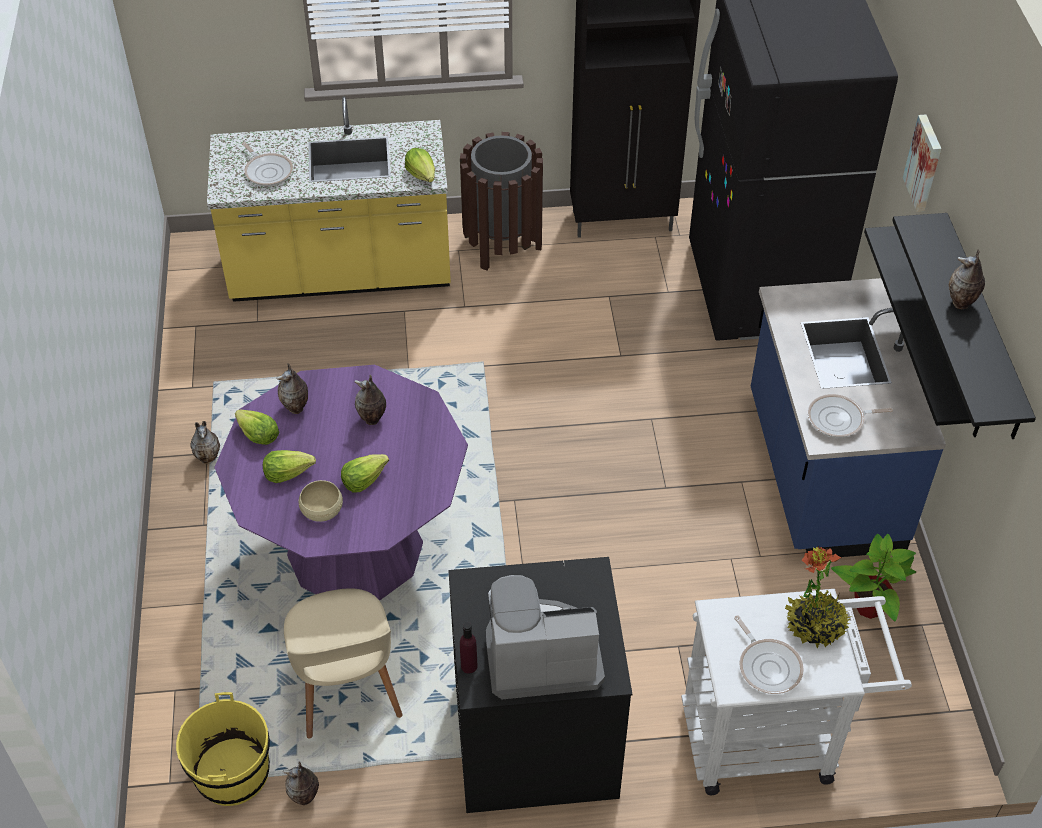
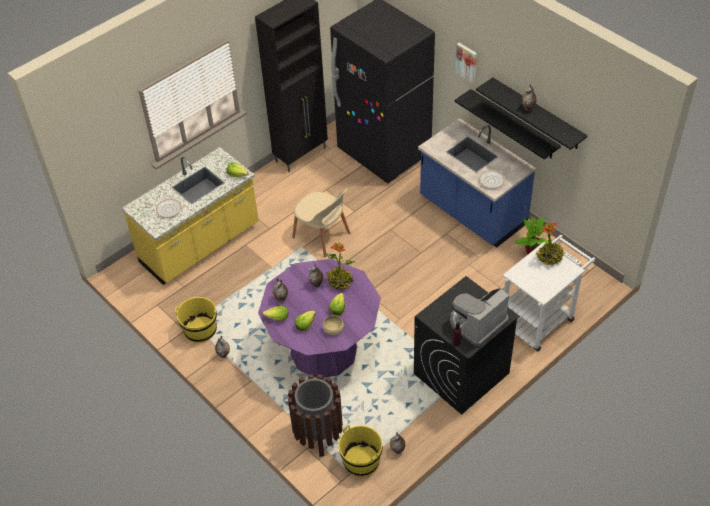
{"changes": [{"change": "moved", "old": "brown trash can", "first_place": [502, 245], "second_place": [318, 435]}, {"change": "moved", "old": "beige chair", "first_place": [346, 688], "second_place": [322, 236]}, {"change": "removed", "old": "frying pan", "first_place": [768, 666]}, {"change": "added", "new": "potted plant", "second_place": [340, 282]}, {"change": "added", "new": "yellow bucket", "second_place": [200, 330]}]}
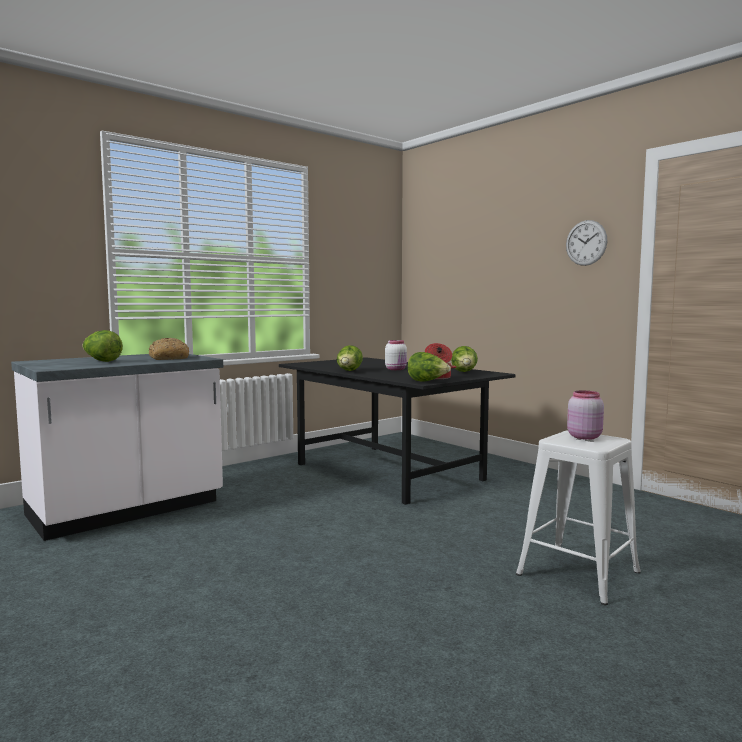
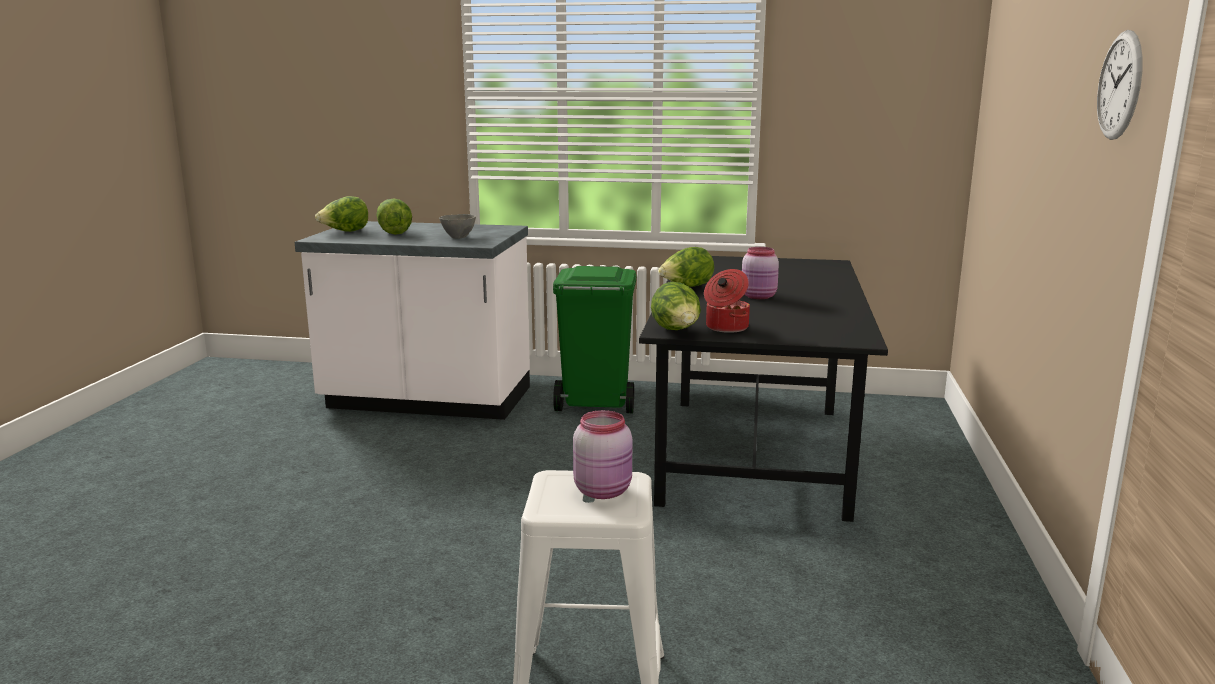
{"changes": [{"change": "replaced", "old": "bread", "new": "grey bowl", "first_place": [168, 358], "second_place": [458, 237]}, {"change": "recoloured", "old": "white jar", "new": "pink jar", "first_place": [396, 369], "second_place": [759, 297]}, {"change": "moved", "old": "lettuce", "first_place": [464, 372], "second_place": [345, 232]}, {"change": "added", "new": "green trash can", "second_place": [595, 404]}]}
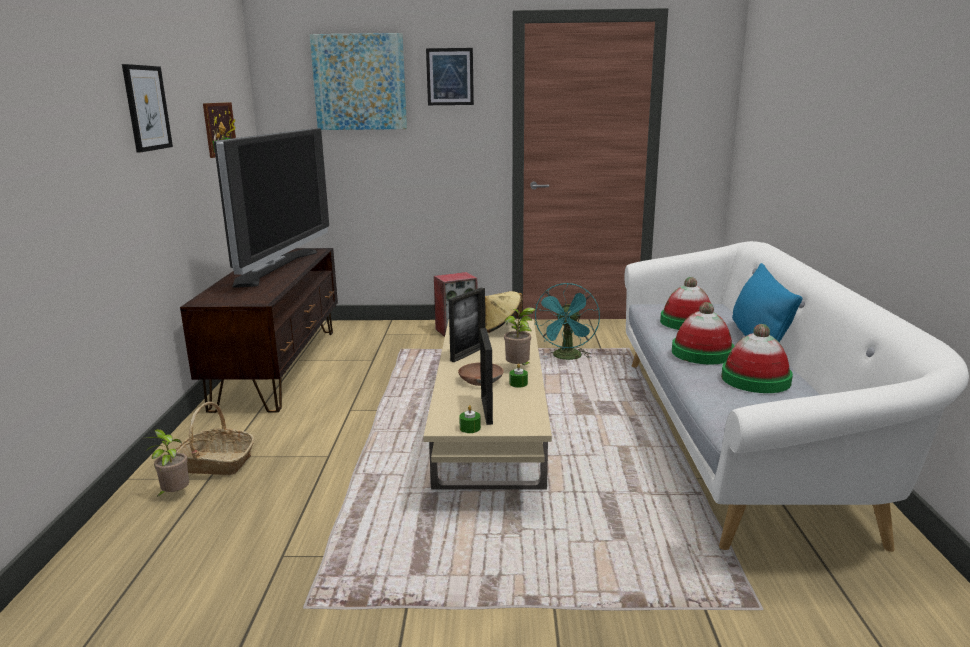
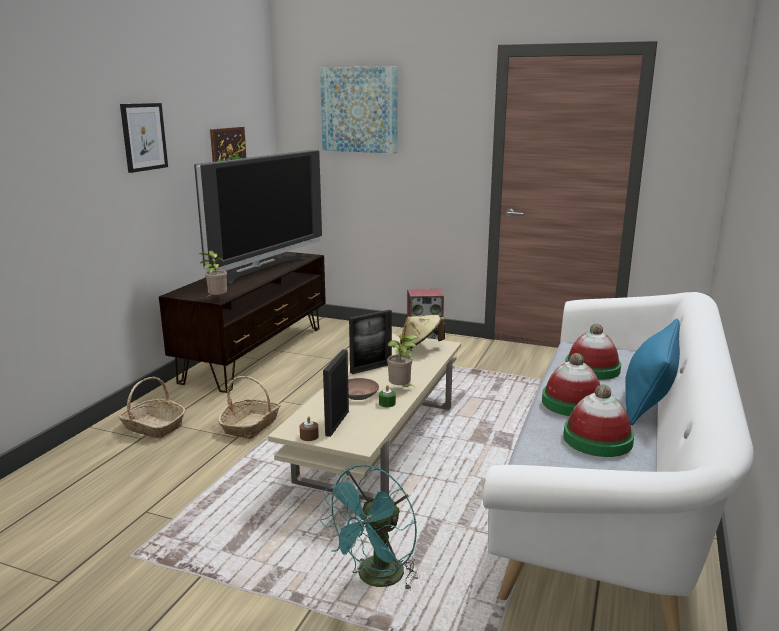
{"changes": [{"change": "removed", "old": "picture", "first_place": [450, 77]}, {"change": "moved", "old": "turquoise fan", "first_place": [567, 358], "second_place": [375, 579]}, {"change": "recoloured", "old": "green candle", "new": "brown candle", "first_place": [470, 428], "second_place": [309, 436]}, {"change": "moved", "old": "potted plant", "first_place": [174, 495], "second_place": [216, 299]}, {"change": "added", "new": "basket", "second_place": [251, 425]}]}
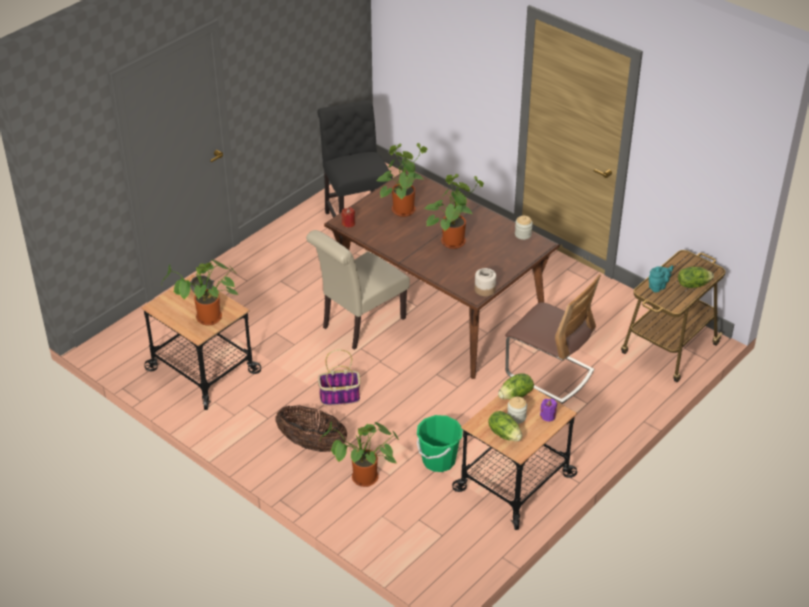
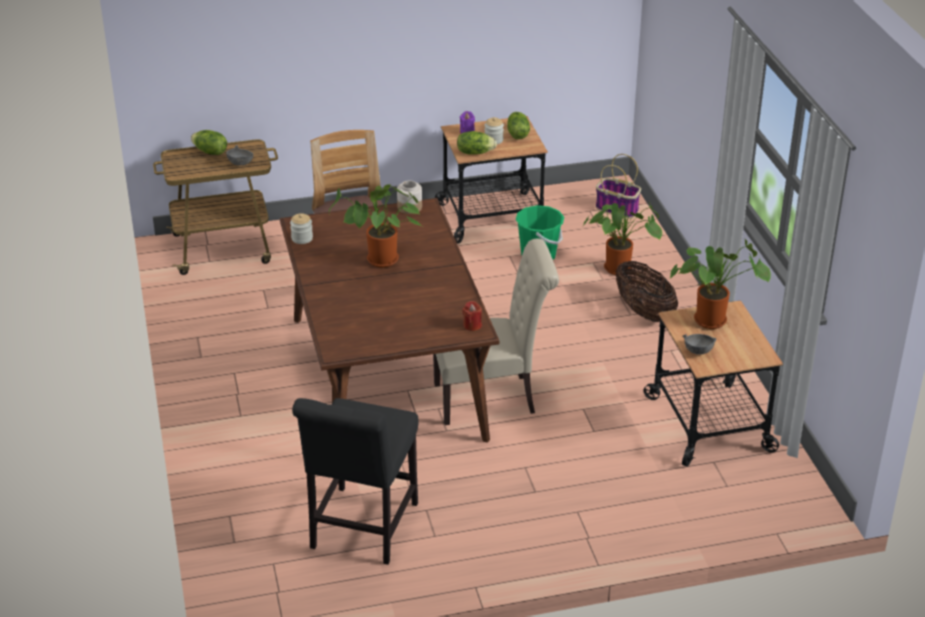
{"changes": [{"change": "removed", "old": "potted plant", "first_place": [402, 209]}, {"change": "replaced", "old": "turquoise teapot", "new": "grey bowl", "first_place": [658, 286], "second_place": [241, 163]}, {"change": "moved", "old": "basket", "first_place": [339, 397], "second_place": [618, 209]}]}
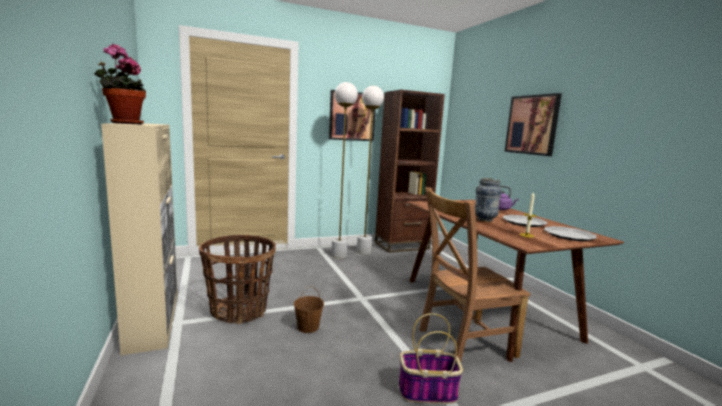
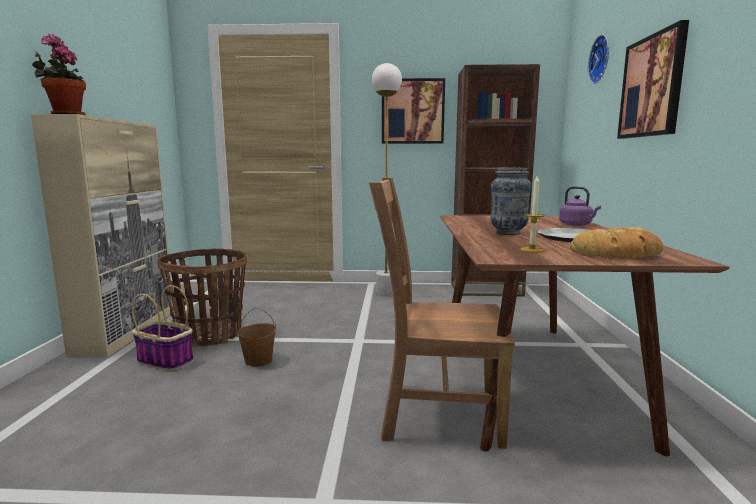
{"changes": [{"change": "removed", "old": "white floor lamp", "first_place": [364, 251]}, {"change": "replaced", "old": "plate", "new": "bread", "first_place": [569, 235], "second_place": [618, 254]}, {"change": "moved", "old": "basket", "first_place": [427, 392], "second_place": [164, 361]}, {"change": "added", "new": "wall clock", "second_place": [601, 59]}]}
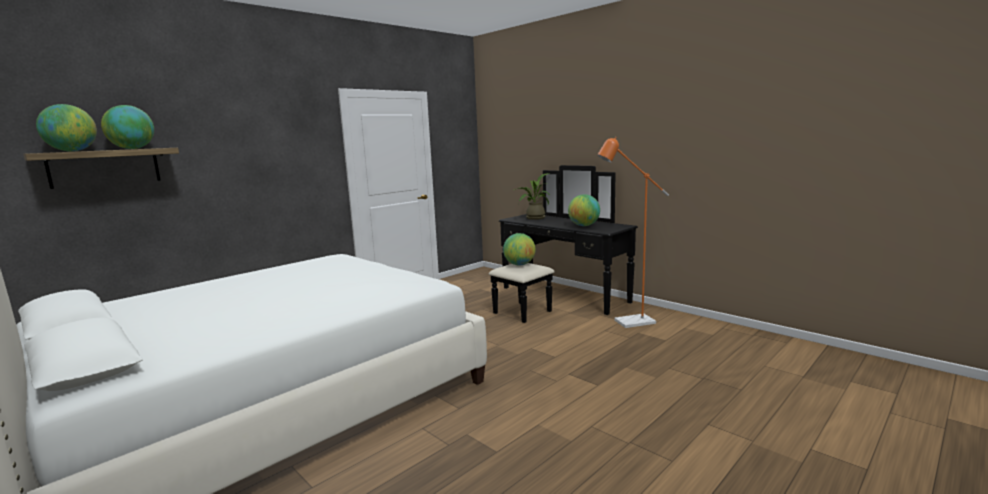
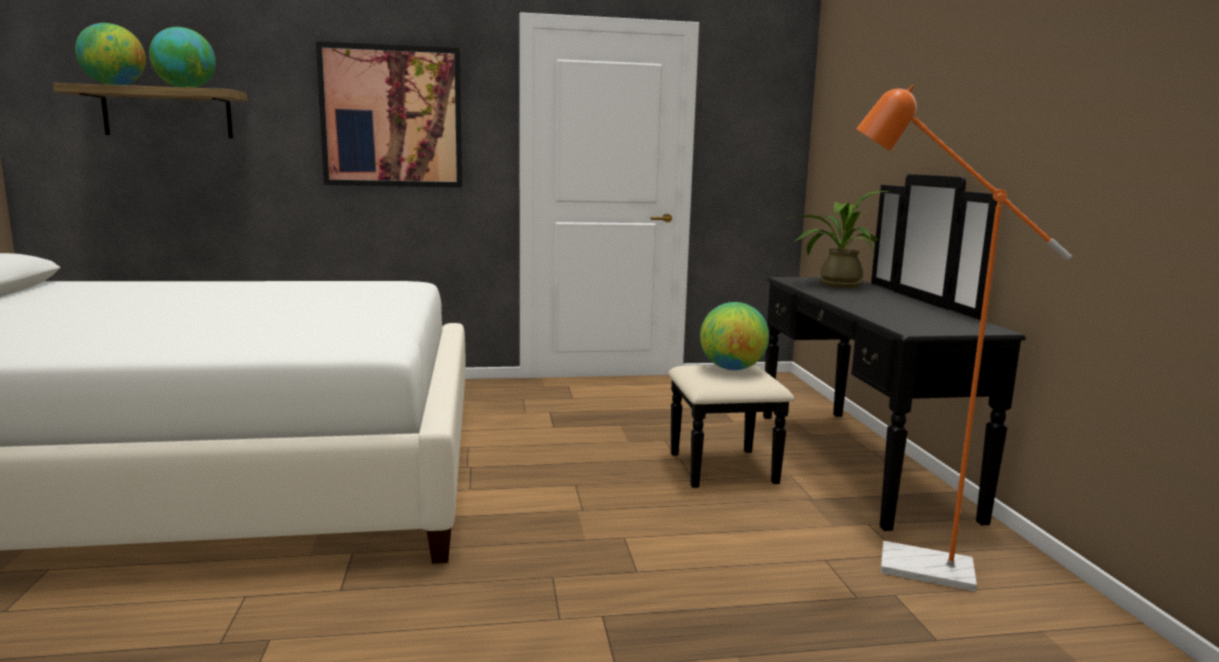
{"changes": [{"change": "removed", "old": "globe", "first_place": [584, 225]}, {"change": "added", "new": "picture", "second_place": [392, 117]}]}
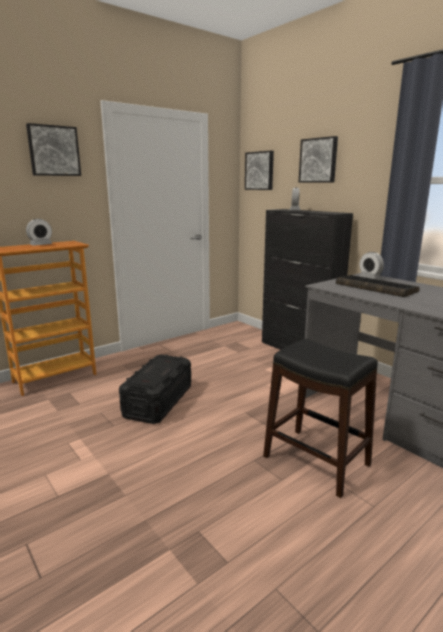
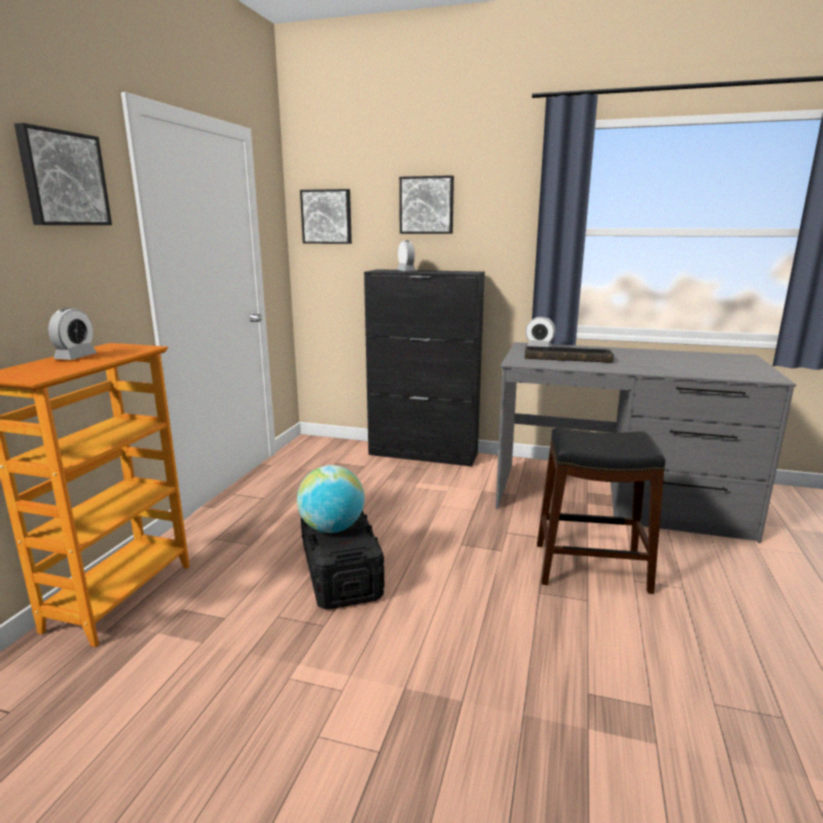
{"changes": [{"change": "added", "new": "globe", "second_place": [332, 528]}]}
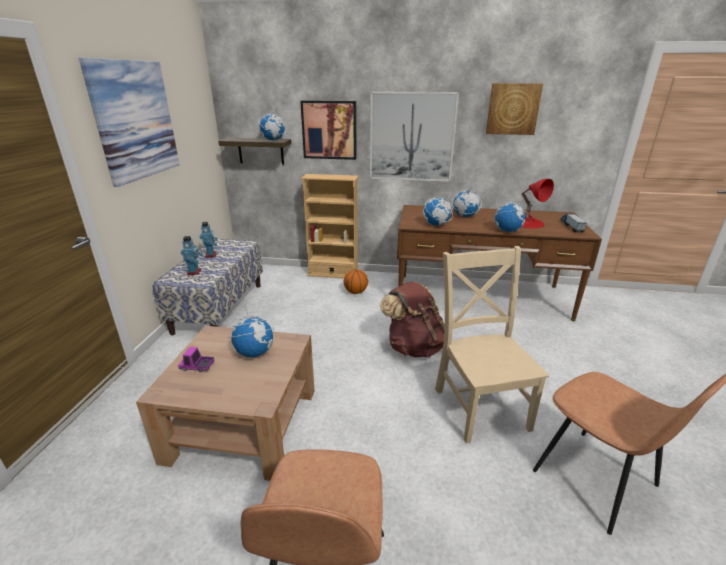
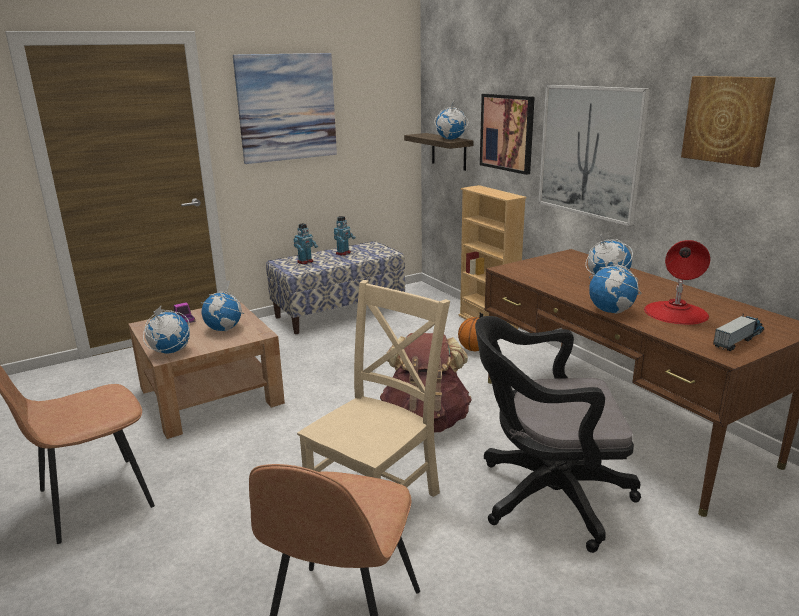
{"changes": [{"change": "moved", "old": "globe", "first_place": [436, 225], "second_place": [170, 352]}, {"change": "added", "new": "black office chair", "second_place": [545, 496]}]}
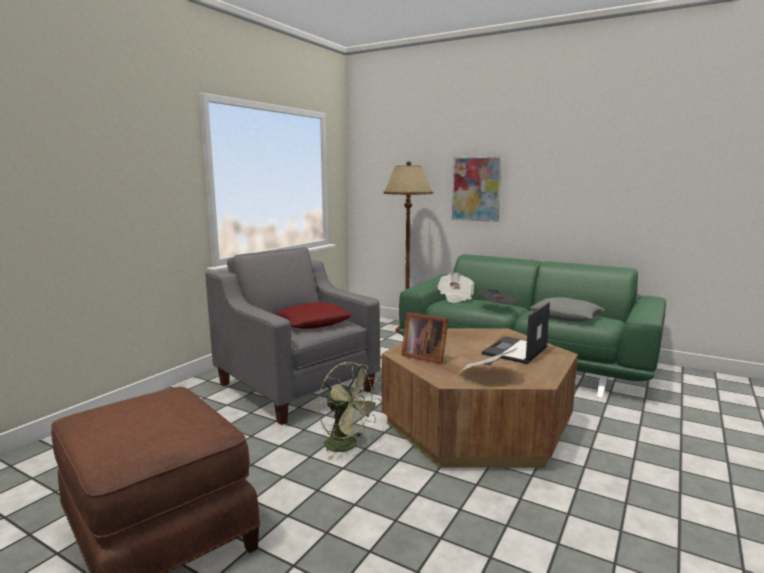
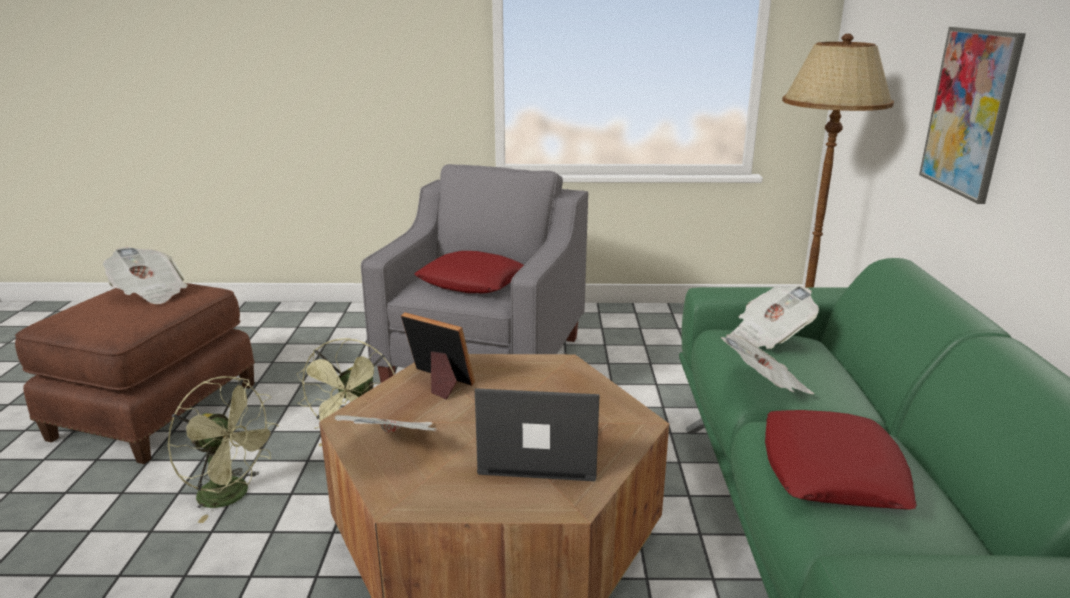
{"changes": [{"change": "recoloured", "old": "grey pillow", "new": "red pillow", "first_place": [566, 316], "second_place": [832, 471]}, {"change": "turned", "old": "picture frame", "first_place": [423, 356], "second_place": [438, 383], "degrees": 120}, {"change": "added", "new": "newspaper", "second_place": [149, 293]}, {"change": "added", "new": "green fan", "second_place": [233, 496]}]}
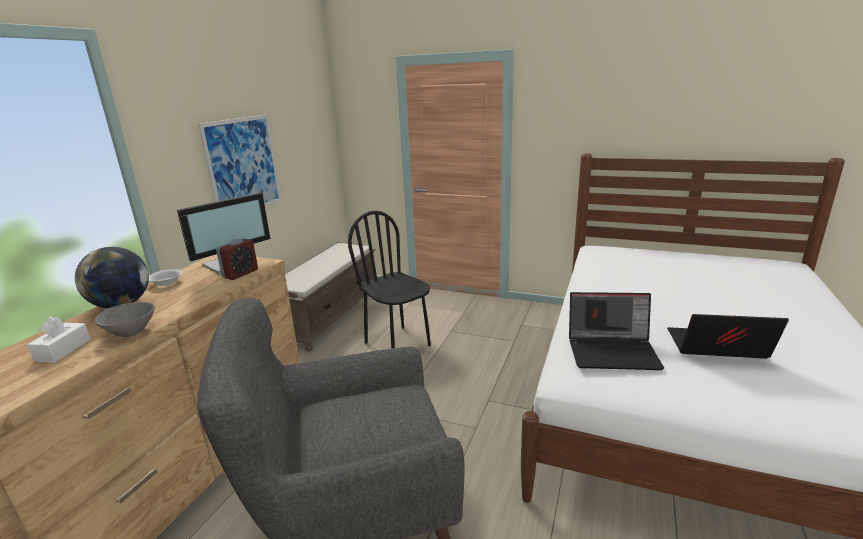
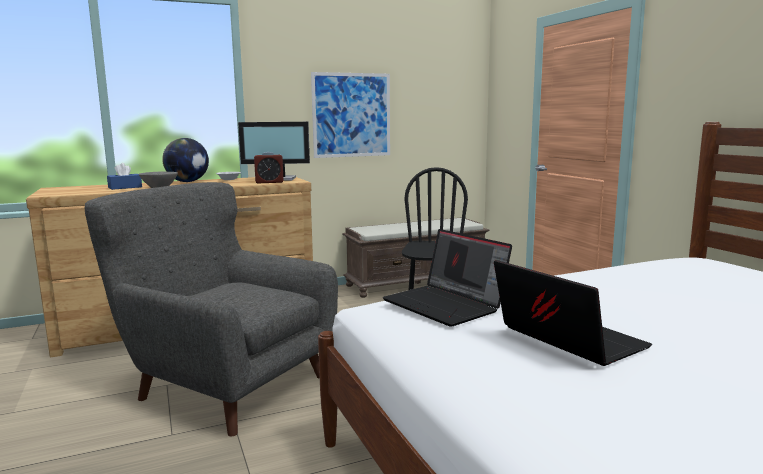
{"changes": [{"change": "recoloured", "old": "white tissue box", "new": "blue tissue box", "first_place": [63, 350], "second_place": [125, 187]}]}
